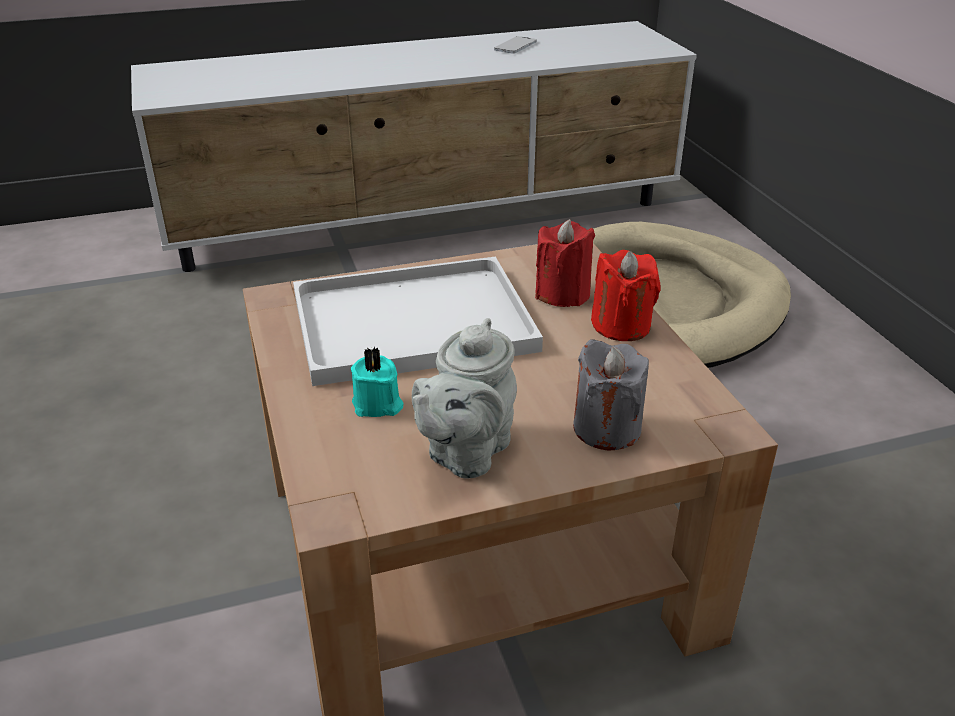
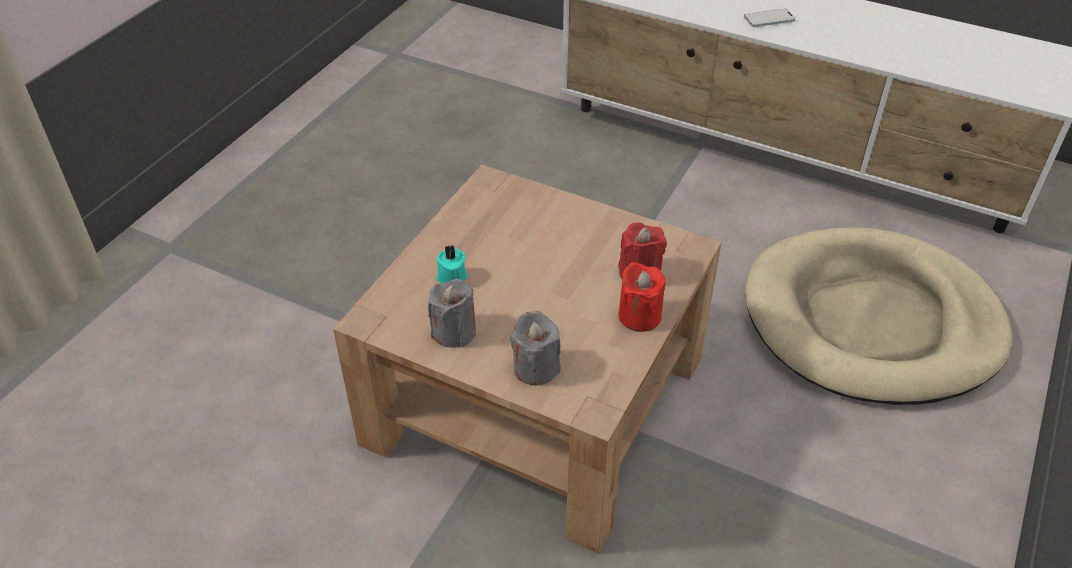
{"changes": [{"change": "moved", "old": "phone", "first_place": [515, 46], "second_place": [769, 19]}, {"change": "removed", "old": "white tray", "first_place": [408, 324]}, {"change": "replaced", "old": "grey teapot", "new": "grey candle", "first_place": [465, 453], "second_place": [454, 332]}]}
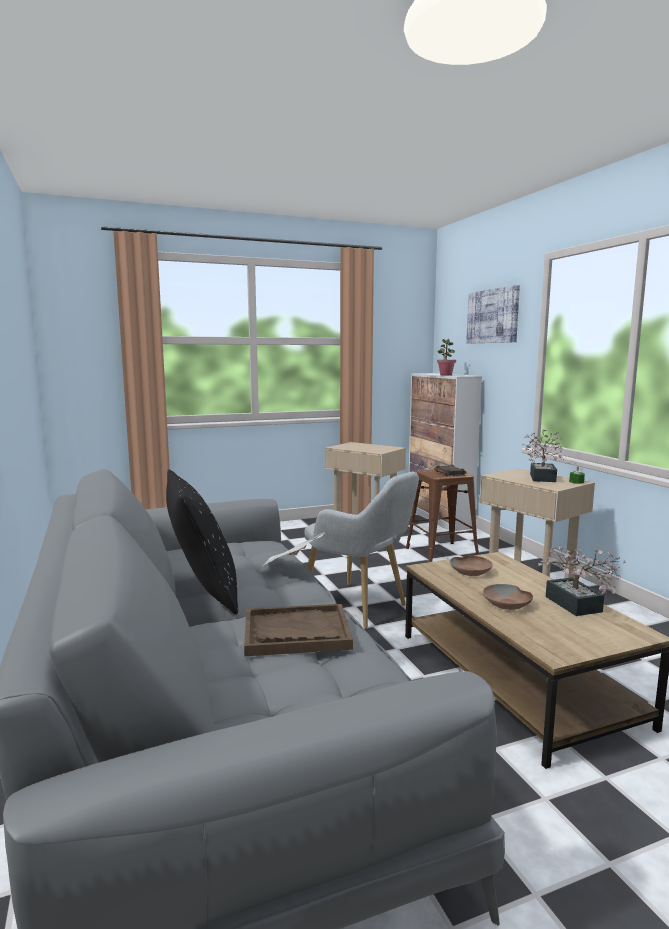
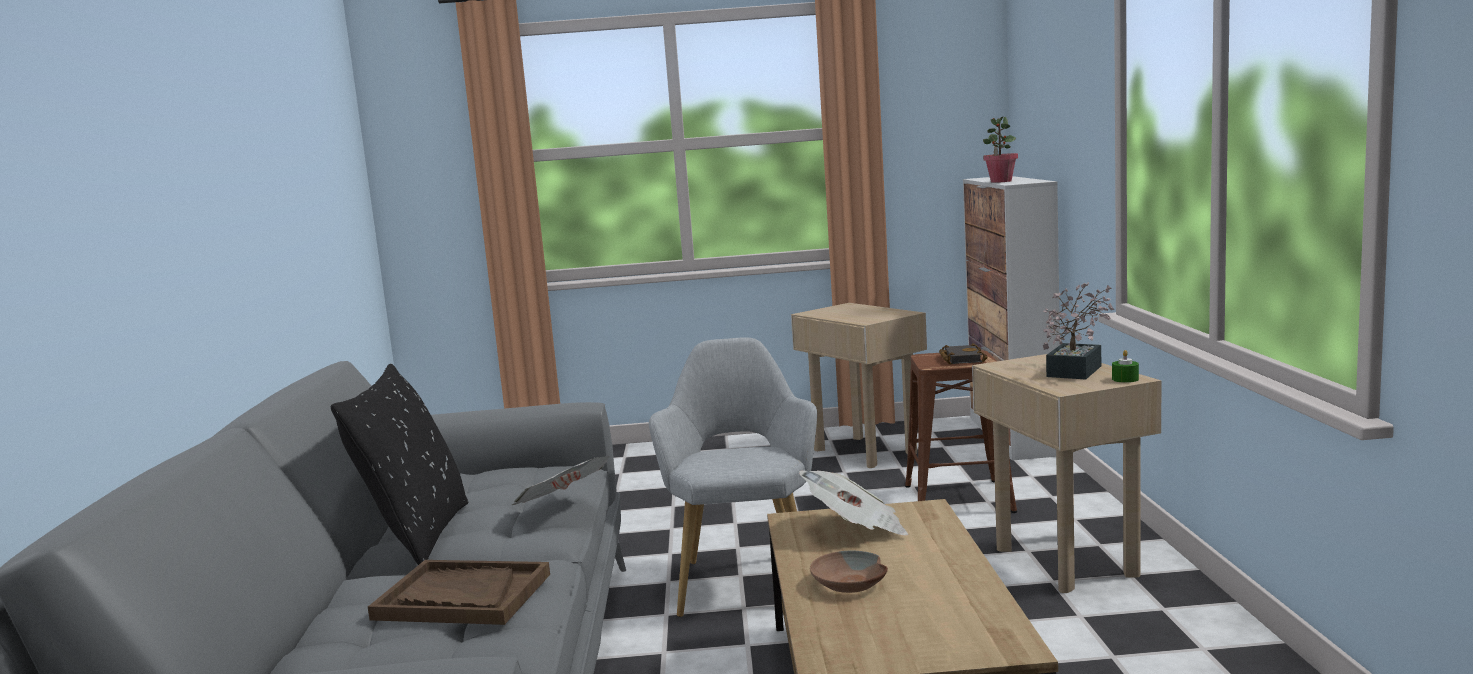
{"changes": [{"change": "removed", "old": "picture", "first_place": [492, 316]}, {"change": "turned", "old": "grey armchair", "first_place": [359, 608], "second_place": [745, 579], "degrees": -150}, {"change": "removed", "old": "potted plant", "first_place": [577, 607]}, {"change": "replaced", "old": "brown bowl", "new": "newspaper", "first_place": [471, 571], "second_place": [857, 529]}]}
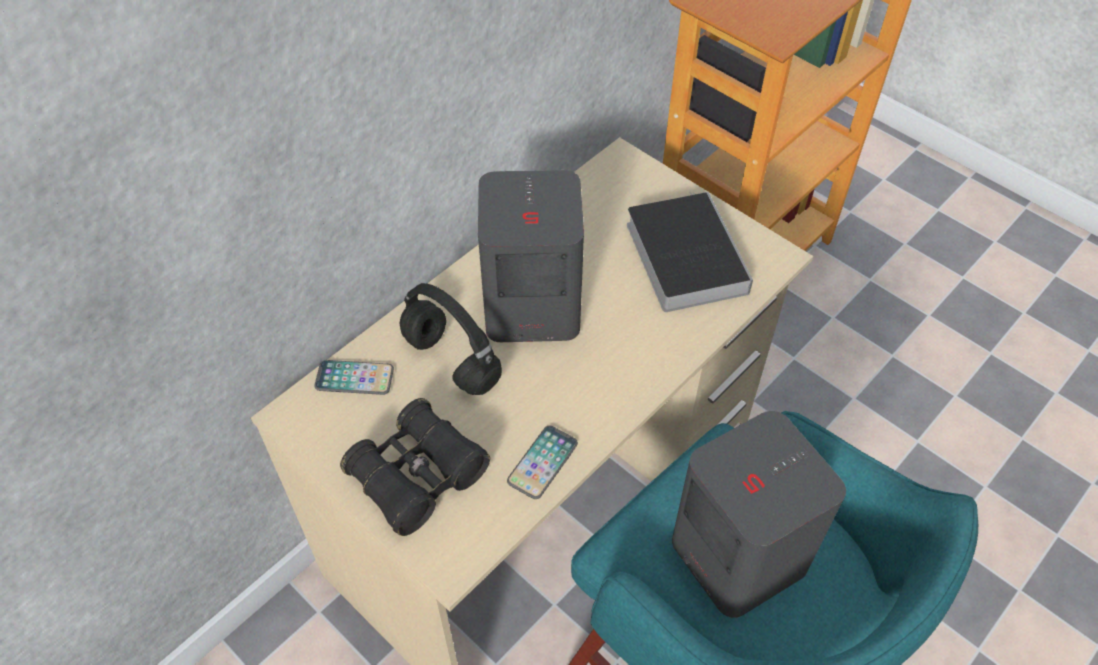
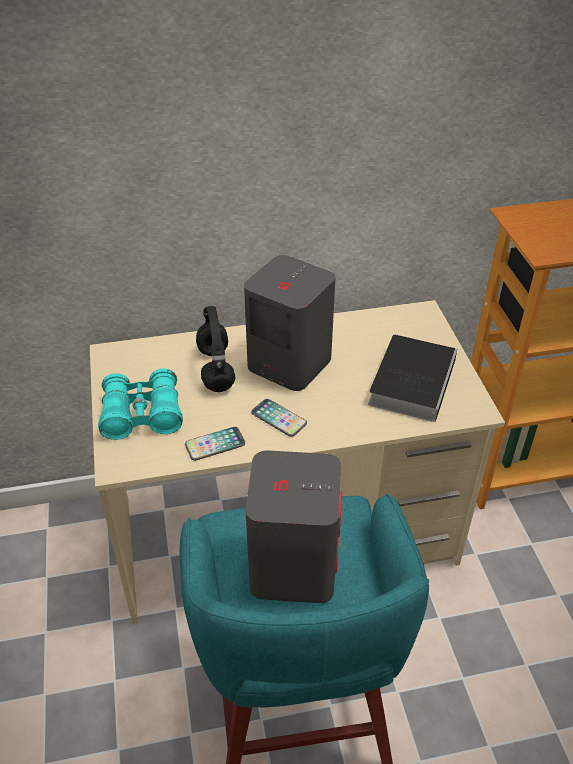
{"changes": [{"change": "moved", "old": "phone", "first_place": [354, 378], "second_place": [279, 418]}, {"change": "recoloured", "old": "black binoculars", "new": "turquoise binoculars", "first_place": [417, 476], "second_place": [142, 415]}]}
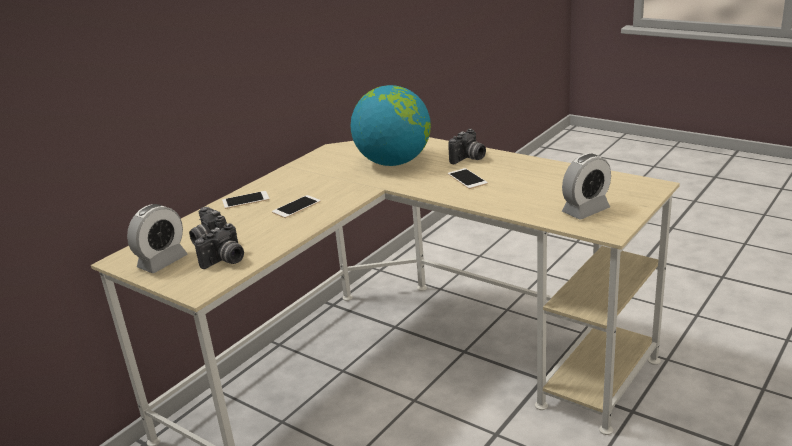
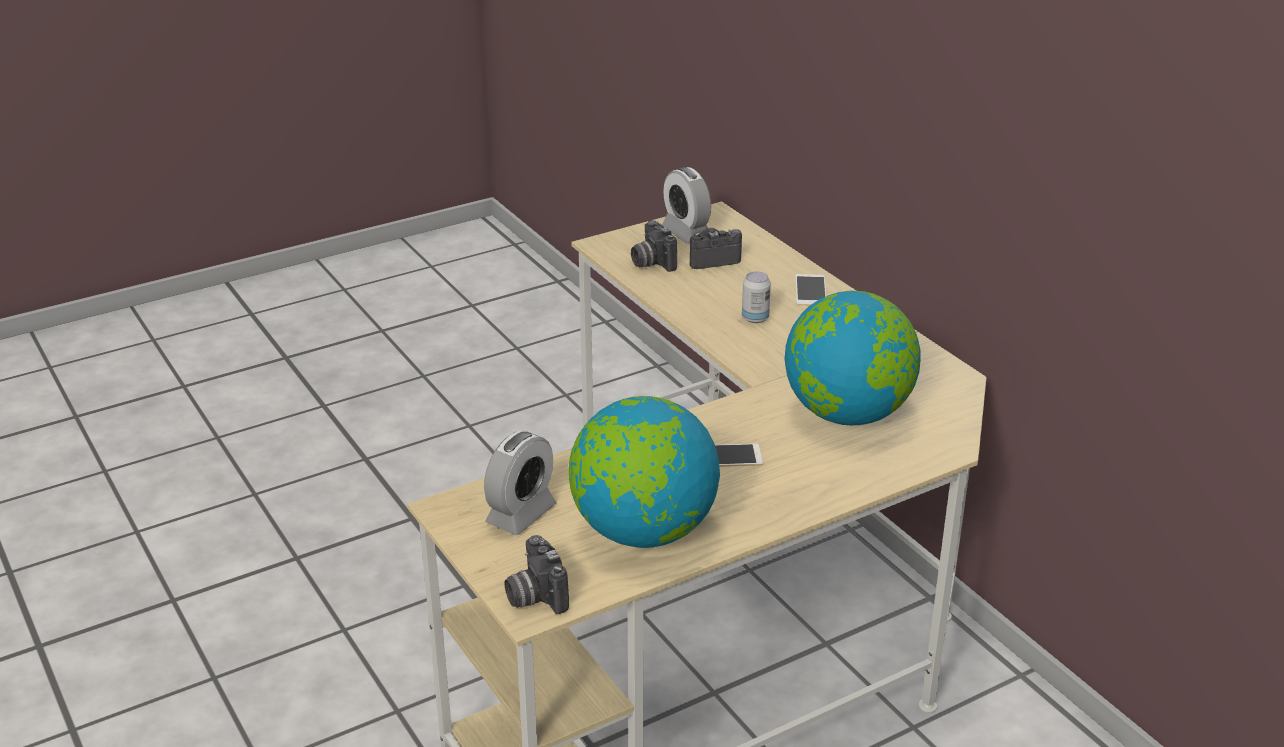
{"changes": [{"change": "moved", "old": "photo camera", "first_place": [469, 159], "second_place": [534, 596]}, {"change": "turned", "old": "alarm clock", "first_place": [585, 210], "second_place": [521, 514], "degrees": -135}, {"change": "replaced", "old": "phone", "new": "can", "first_place": [296, 207], "second_place": [755, 318]}, {"change": "added", "new": "globe", "second_place": [643, 531]}]}
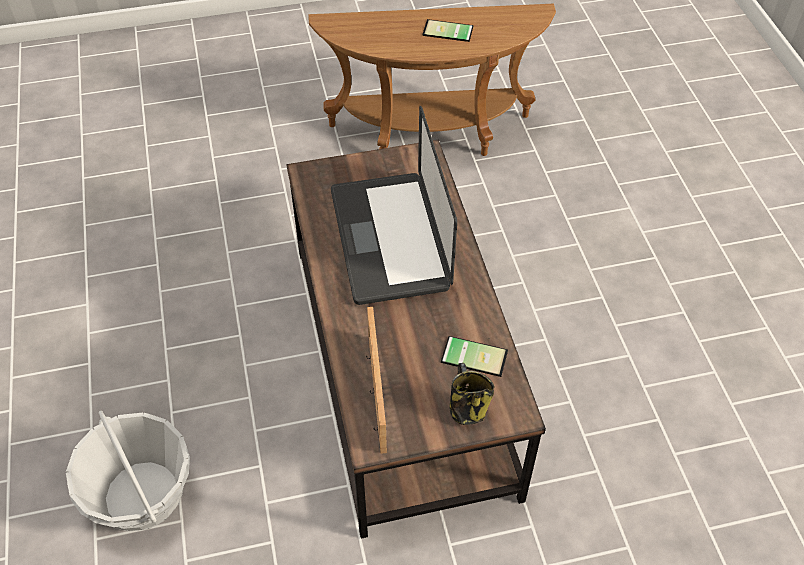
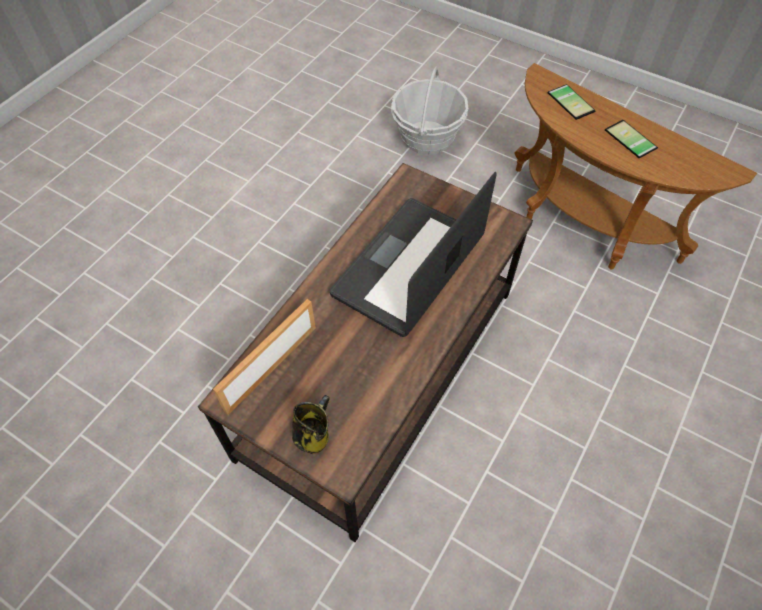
{"changes": [{"change": "moved", "old": "phone", "first_place": [475, 353], "second_place": [573, 101]}, {"change": "moved", "old": "basket", "first_place": [142, 495], "second_place": [427, 138]}]}
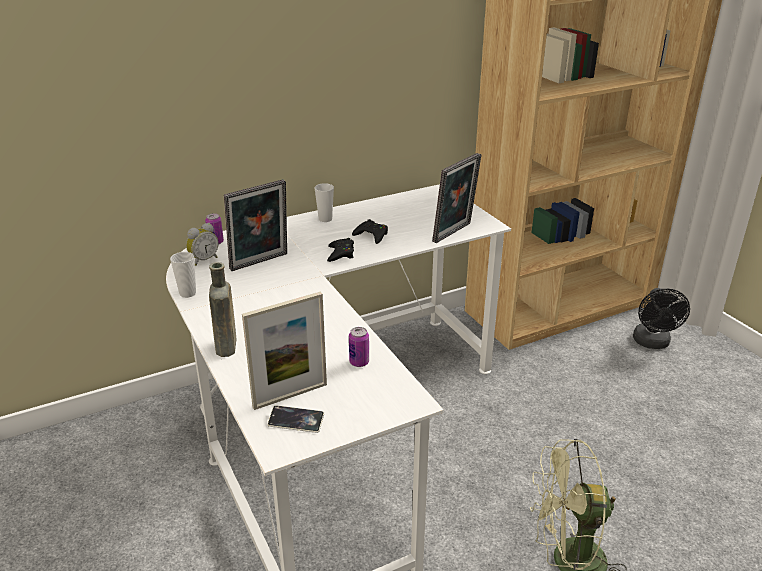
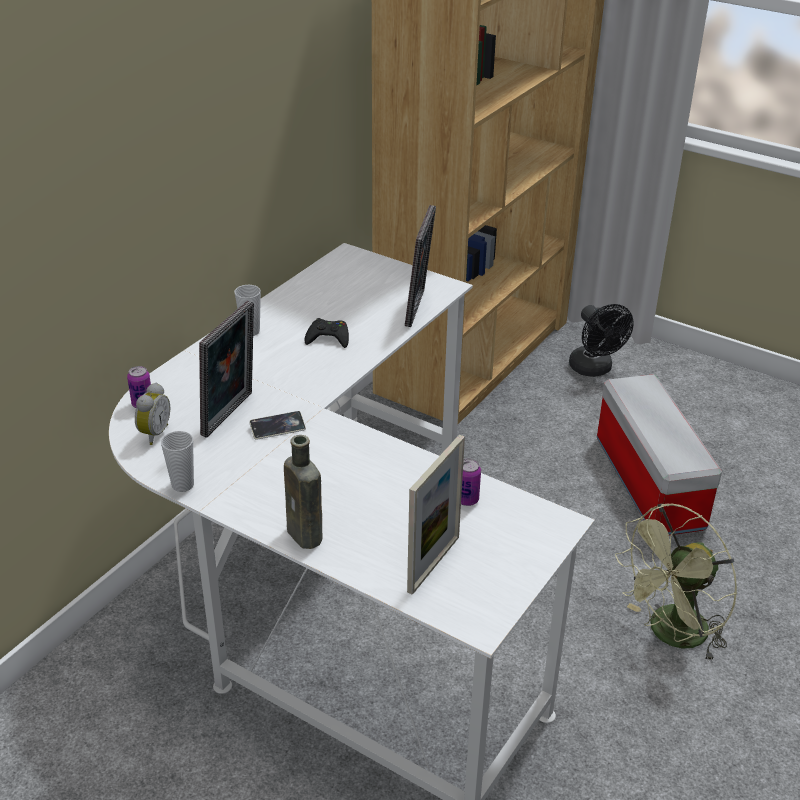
{"changes": [{"change": "removed", "old": "black game controller", "first_place": [340, 254]}, {"change": "moved", "old": "phone", "first_place": [296, 422], "second_place": [277, 428]}, {"change": "added", "new": "storage box", "second_place": [647, 482]}]}
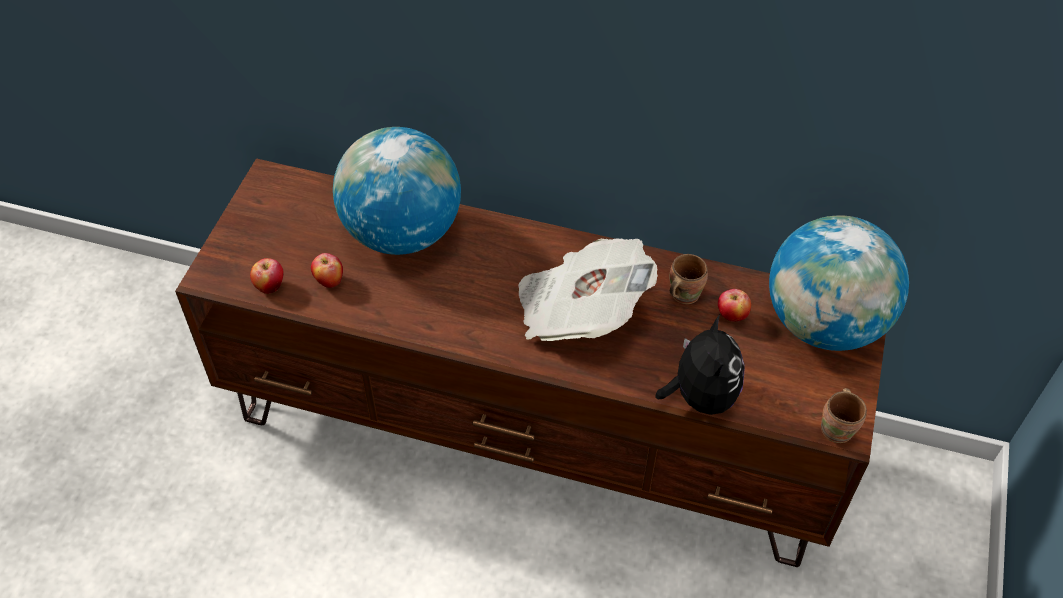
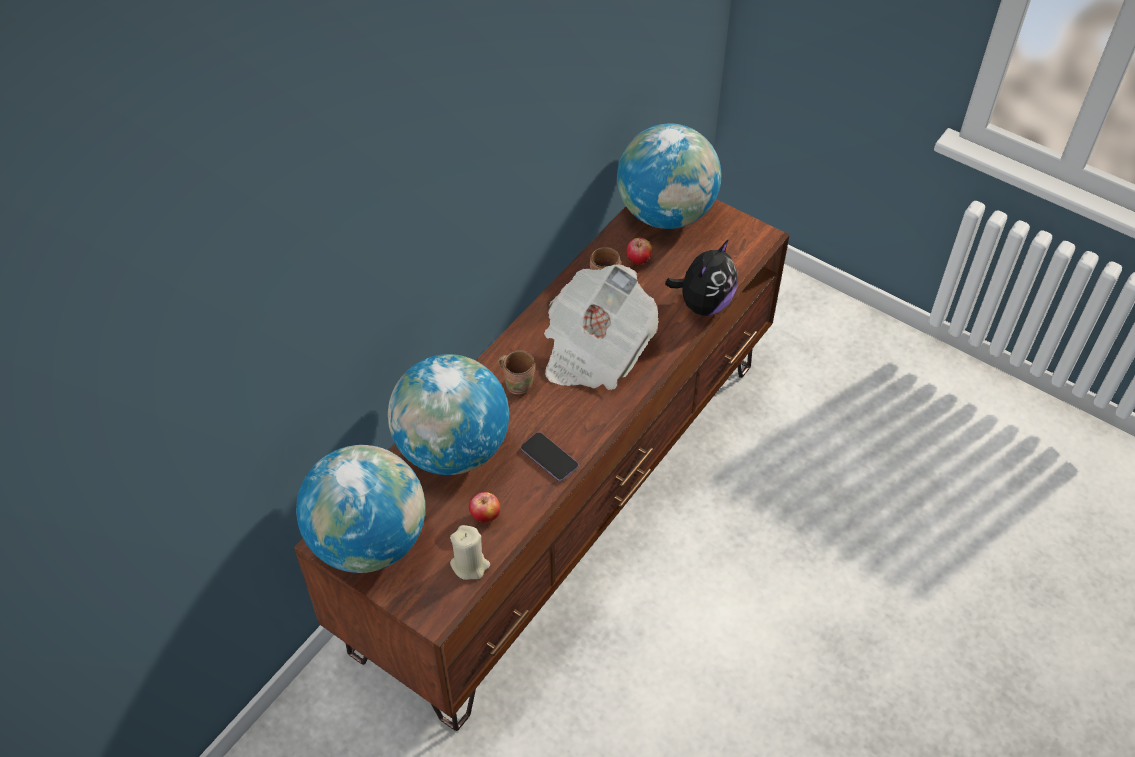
{"changes": [{"change": "replaced", "old": "apple", "new": "beige candle", "first_place": [270, 286], "second_place": [470, 565]}, {"change": "turned", "old": "plush toy", "first_place": [700, 396], "second_place": [703, 304], "degrees": 105}, {"change": "moved", "old": "brown mug", "first_place": [838, 429], "second_place": [518, 383]}, {"change": "added", "new": "phone", "second_place": [549, 458]}, {"change": "added", "new": "globe", "second_place": [369, 541]}]}
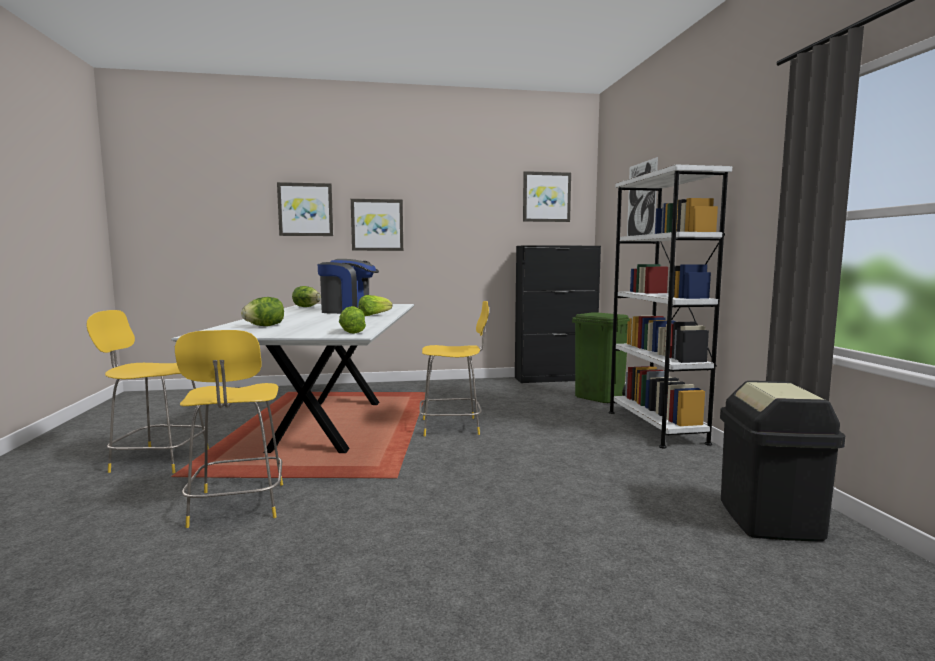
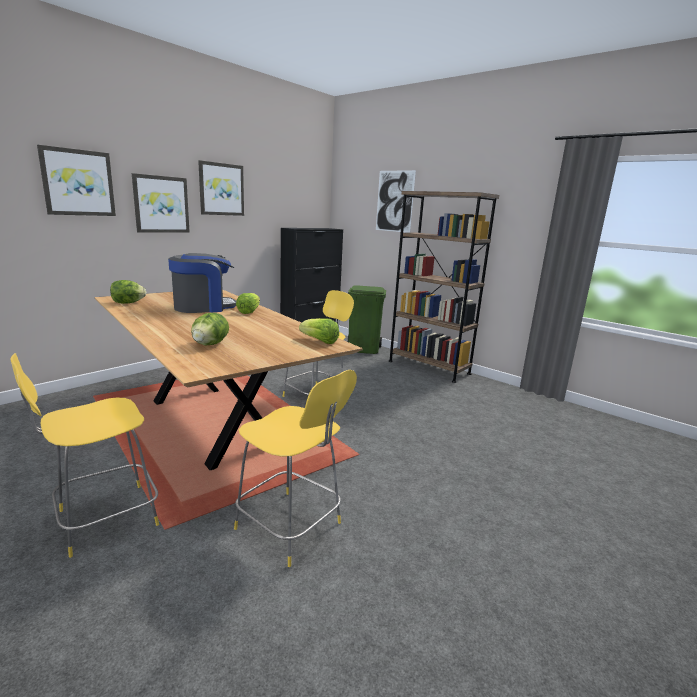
{"changes": [{"change": "recoloured", "old": "white bookcase", "new": "brown bookcase", "first_place": [655, 427], "second_place": [428, 367]}, {"change": "moved", "old": "picture", "first_place": [546, 197], "second_place": [221, 189]}, {"change": "recoloured", "old": "white dining table", "new": "brown dining table", "first_place": [329, 425], "second_place": [213, 423]}, {"change": "removed", "old": "black trash can", "first_place": [771, 520]}]}
